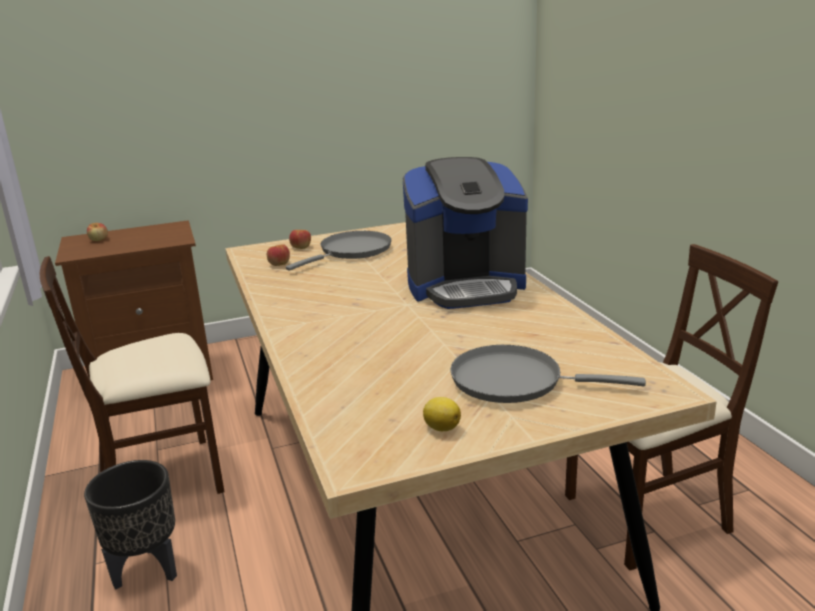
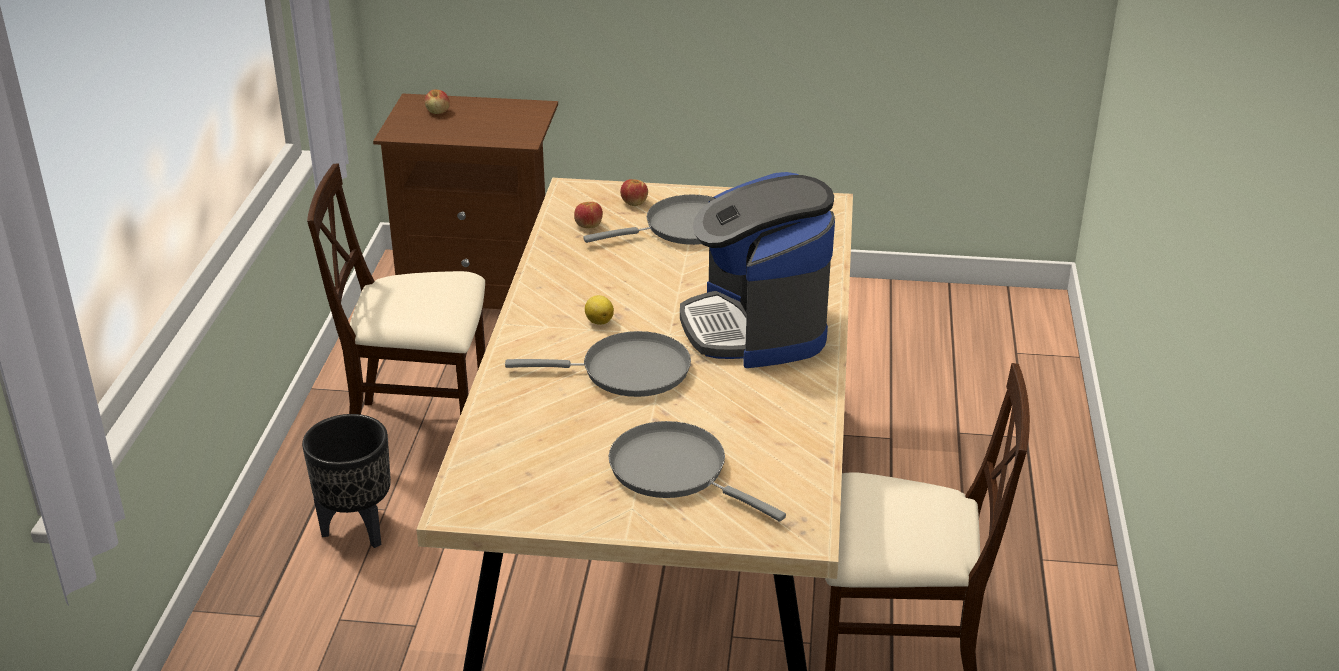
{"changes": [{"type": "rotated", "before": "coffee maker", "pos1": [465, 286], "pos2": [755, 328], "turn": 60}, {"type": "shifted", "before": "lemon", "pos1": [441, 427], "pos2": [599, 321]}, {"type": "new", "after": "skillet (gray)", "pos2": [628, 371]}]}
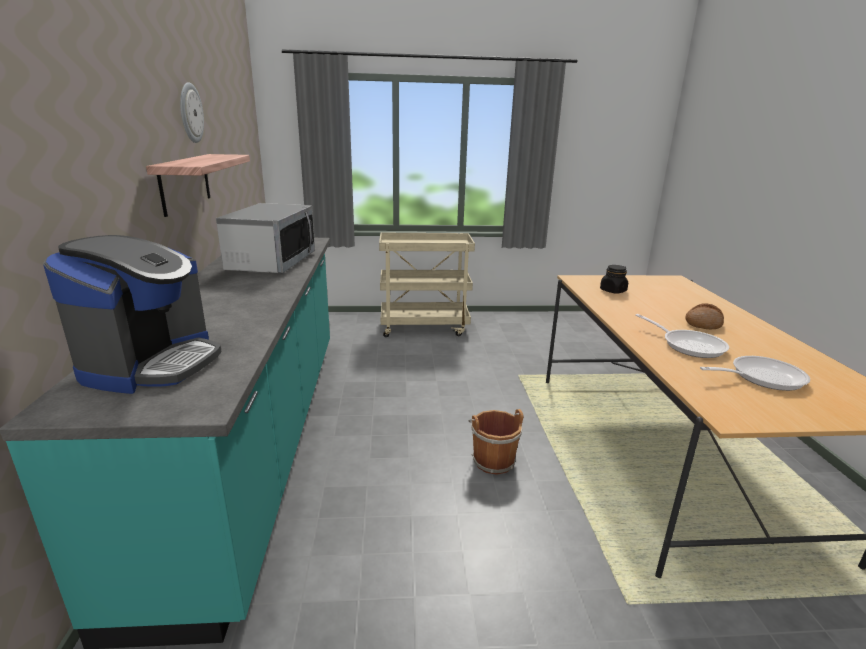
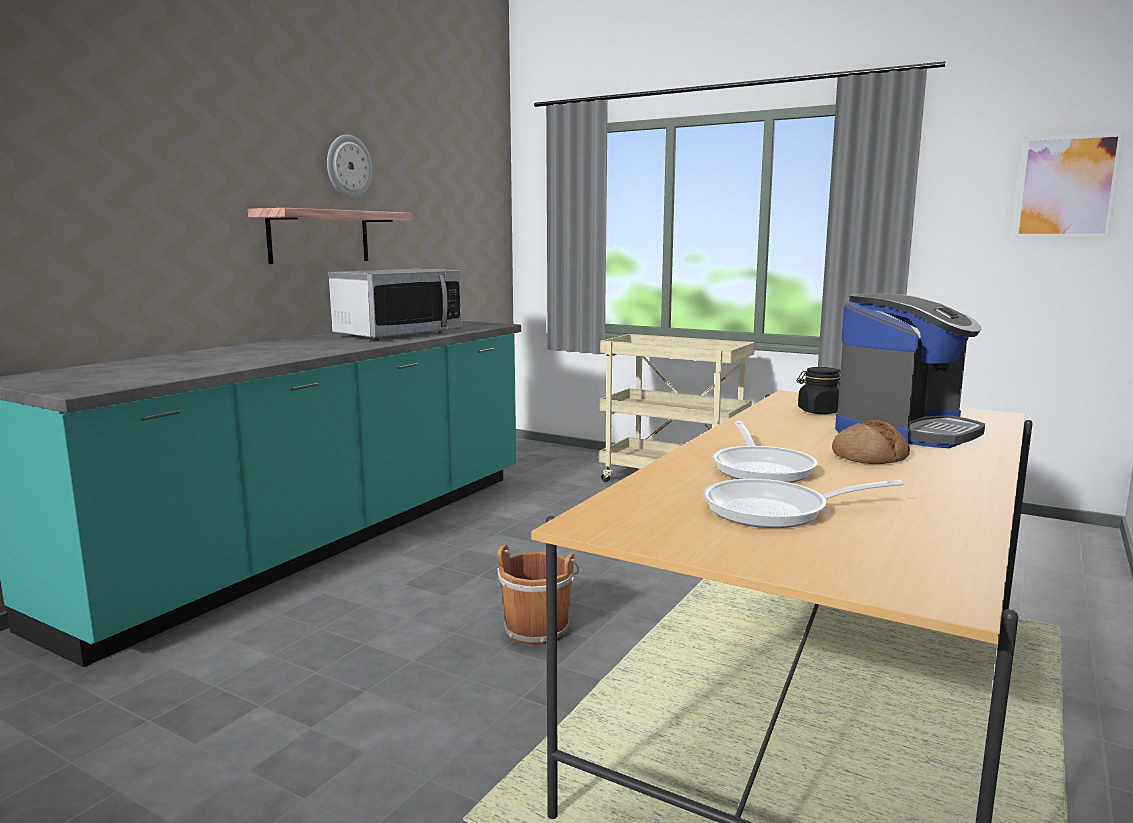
{"changes": [{"type": "shifted", "before": "coffee maker", "pos1": [152, 363], "pos2": [905, 431]}, {"type": "rotated", "before": "skillet", "pos1": [761, 377], "pos2": [776, 511], "turn": 150}, {"type": "new", "after": "wall art", "pos2": [1066, 187]}]}
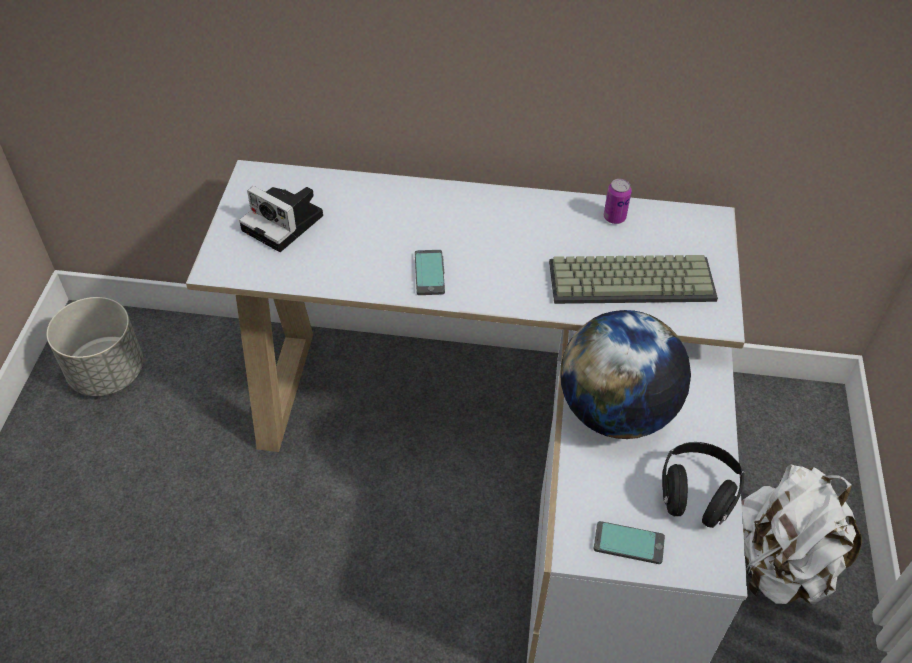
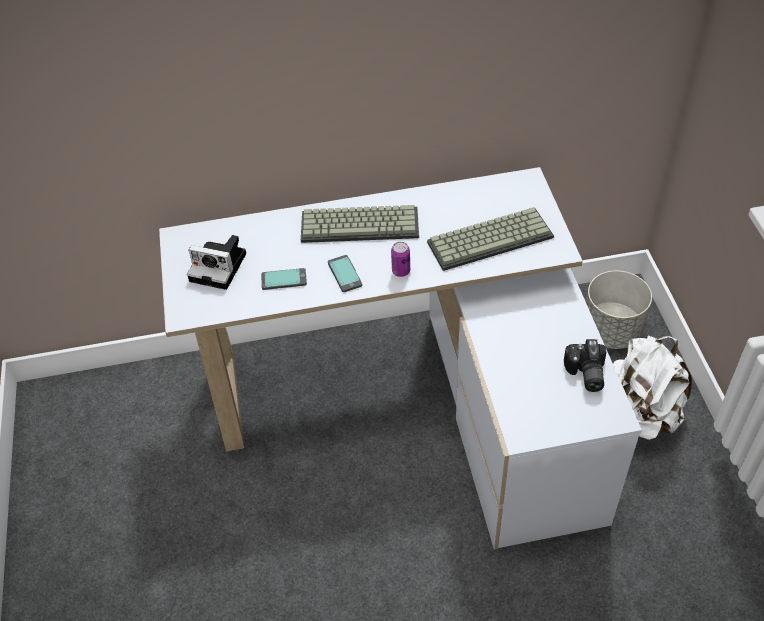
{"changes": [{"type": "shifted", "before": "can", "pos1": [614, 217], "pos2": [401, 271]}, {"type": "shifted", "before": "flower pot (gray)", "pos1": [107, 373], "pos2": [611, 331]}, {"type": "gone", "before": "desk globe", "pos1": [616, 412]}, {"type": "swapped", "before": "headset (black-coloured)", "after": "still camera", "pos1": [696, 494], "pos2": [585, 374]}, {"type": "shifted", "before": "handset", "pos1": [628, 543], "pos2": [284, 279]}, {"type": "new", "after": "keyboard", "pos2": [361, 224]}]}
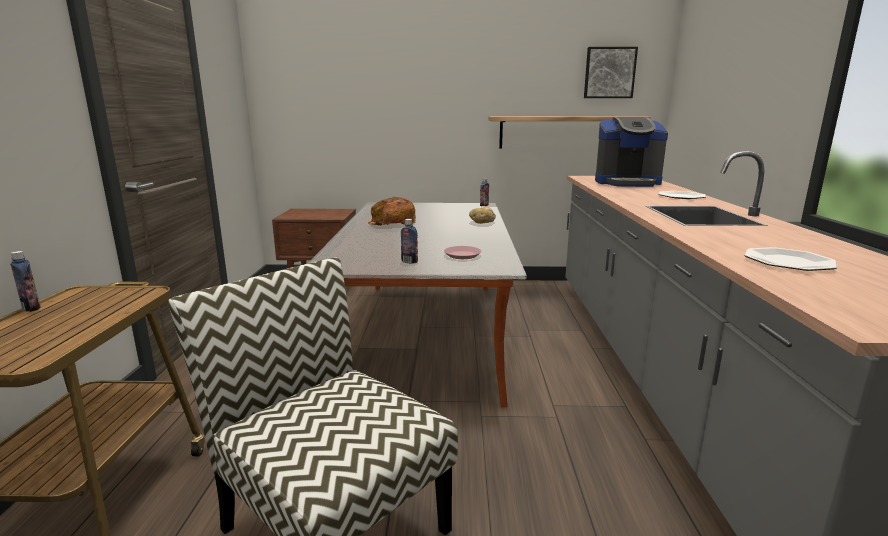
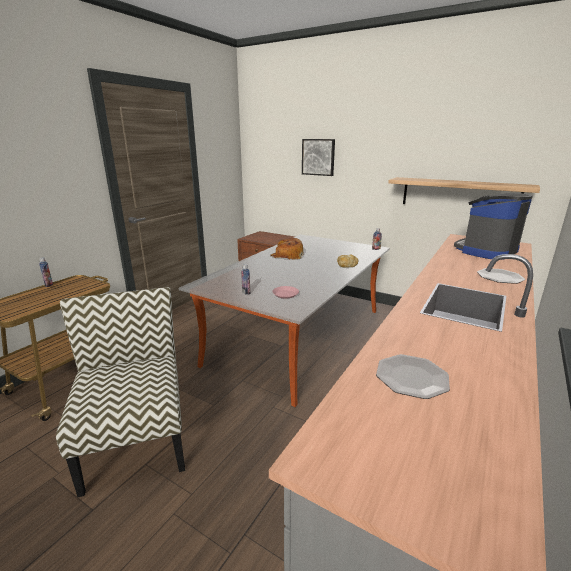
{"changes": [{"type": "shifted", "before": "wall art", "pos1": [609, 73], "pos2": [318, 157]}, {"type": "rotated", "before": "coffee maker", "pos1": [627, 183], "pos2": [486, 250], "turn": 105}]}
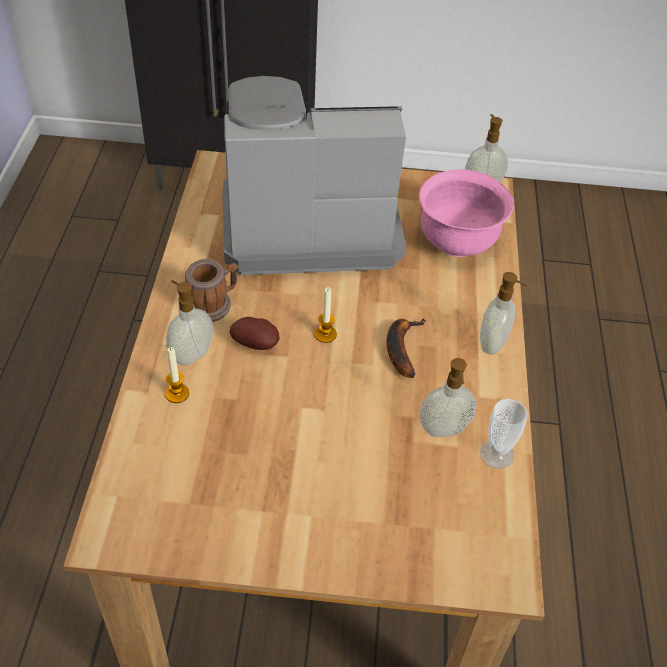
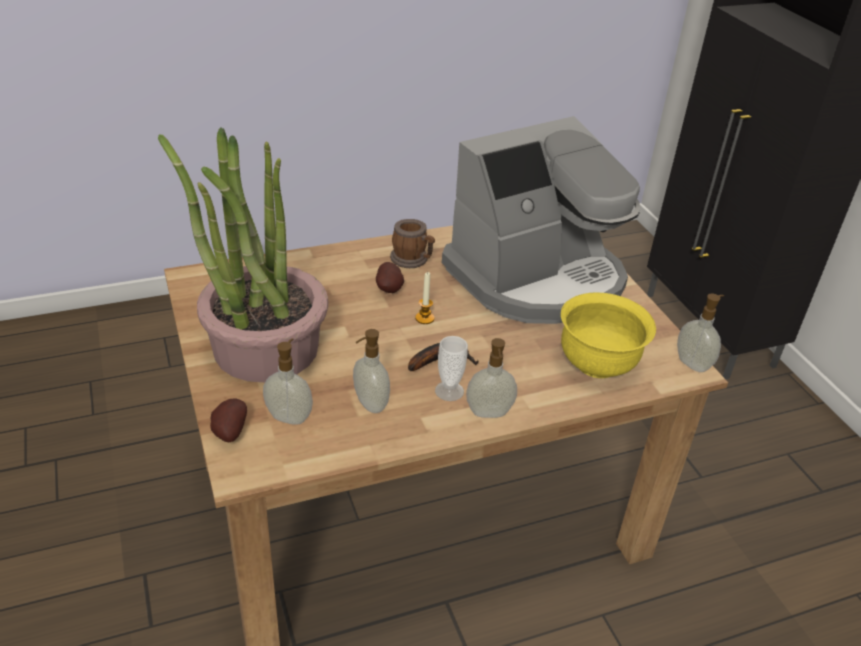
{"changes": [{"type": "rotated", "before": "coffee maker", "pos1": [307, 223], "pos2": [537, 278], "turn": 90}, {"type": "repainted", "before": "deep dish (pink)", "after": "deep dish (yellow)", "pos1": [457, 242], "pos2": [597, 365]}, {"type": "shifted", "before": "liquid soap bottle", "pos1": [191, 354], "pos2": [289, 416]}, {"type": "gone", "before": "candle", "pos1": [177, 393]}, {"type": "shifted", "before": "small cup", "pos1": [497, 454], "pos2": [449, 391]}, {"type": "new", "after": "plant in a pot", "pos2": [264, 347]}, {"type": "new", "after": "whole potato", "pos2": [228, 432]}]}
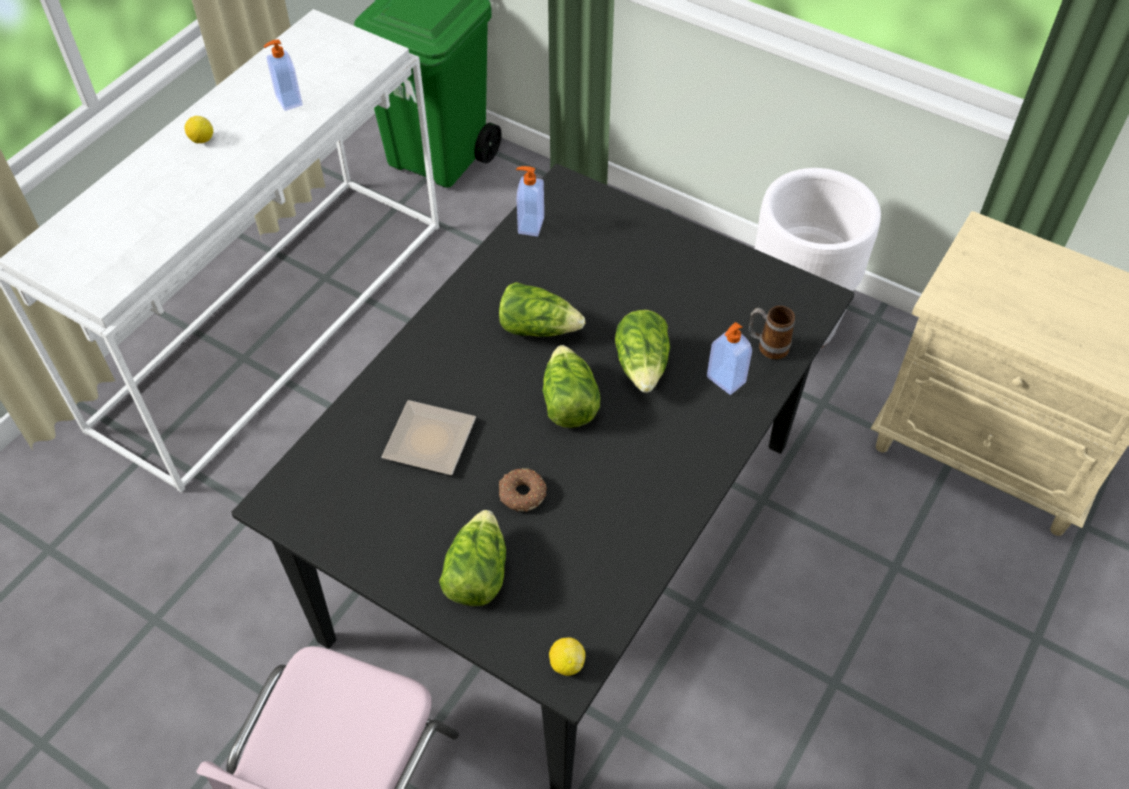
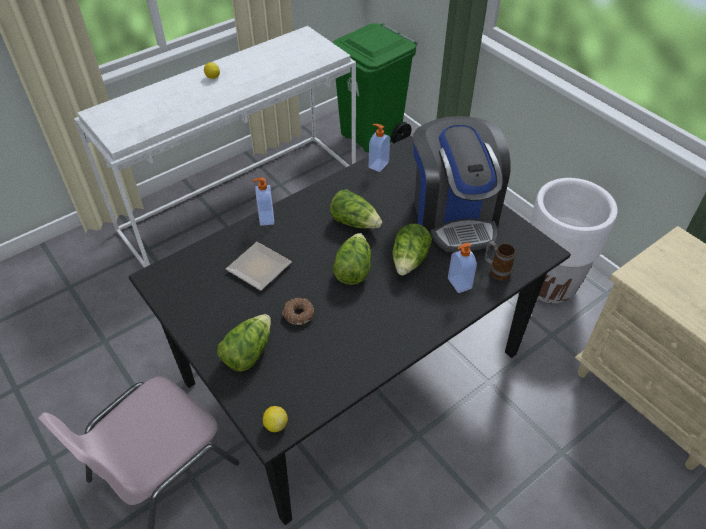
{"changes": [{"type": "shifted", "before": "liquid soap bottle", "pos1": [288, 101], "pos2": [266, 218]}, {"type": "new", "after": "coffee maker", "pos2": [454, 215]}]}
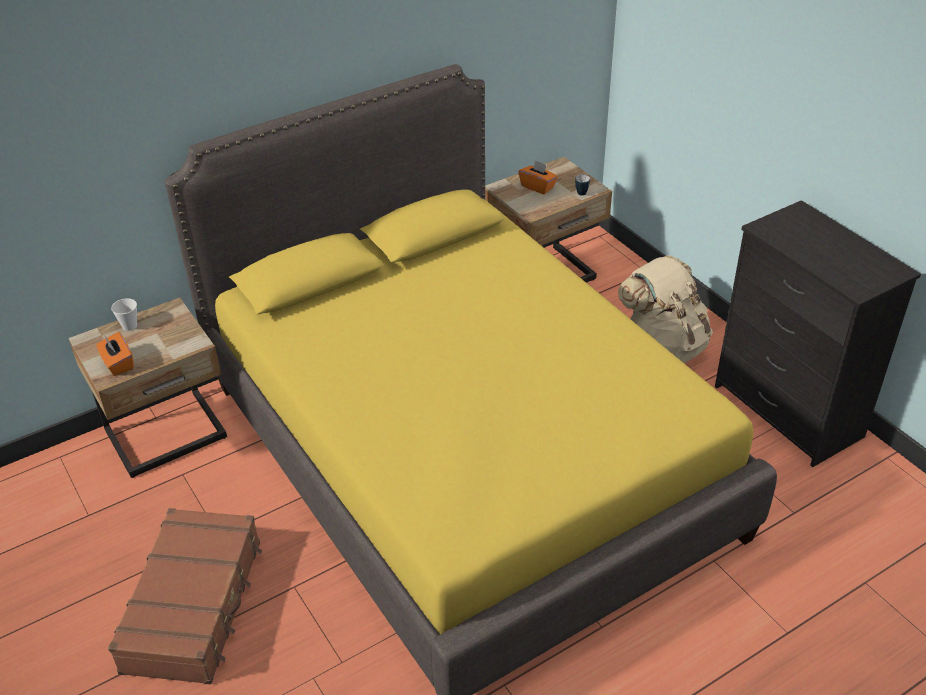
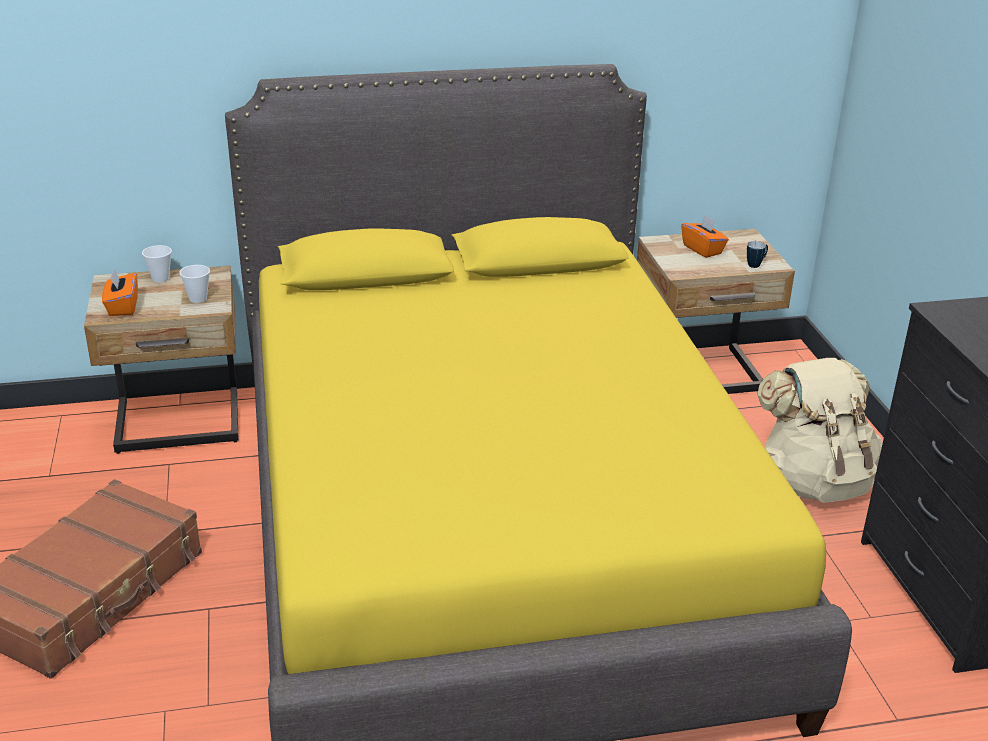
{"changes": [{"type": "new", "after": "small cup", "pos2": [198, 298]}]}
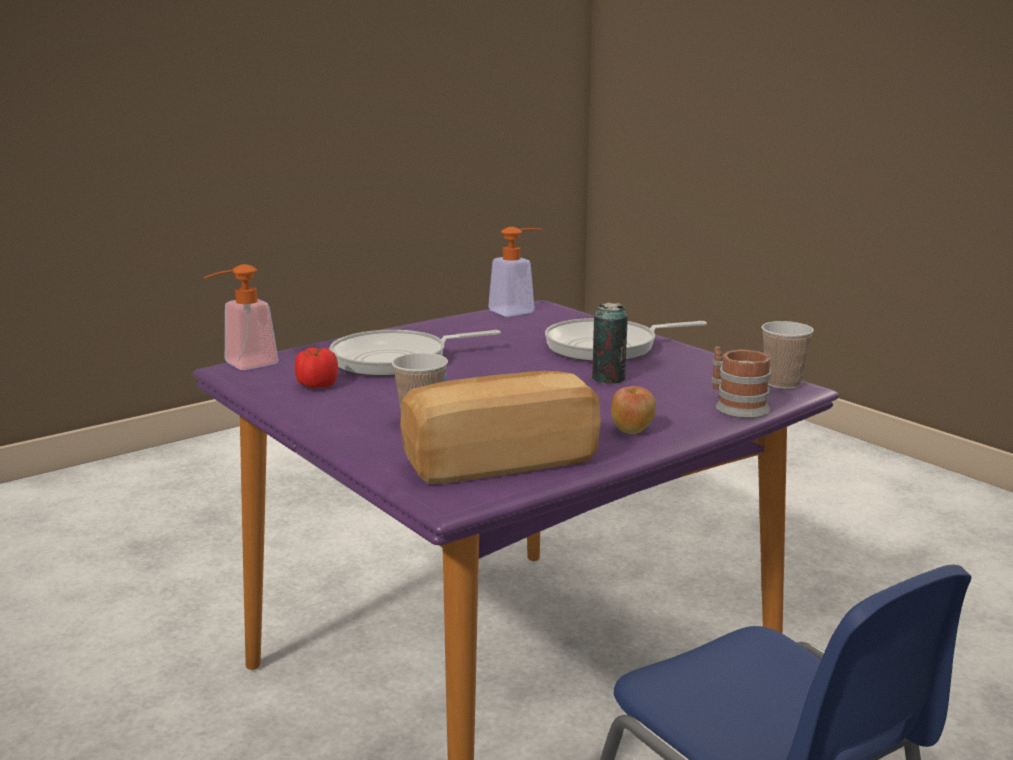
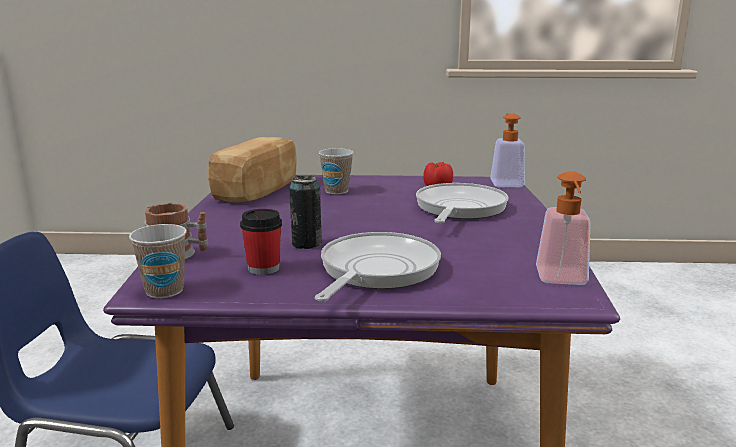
{"changes": [{"type": "gone", "before": "apple", "pos1": [632, 431]}, {"type": "new", "after": "small cup", "pos2": [263, 268]}]}
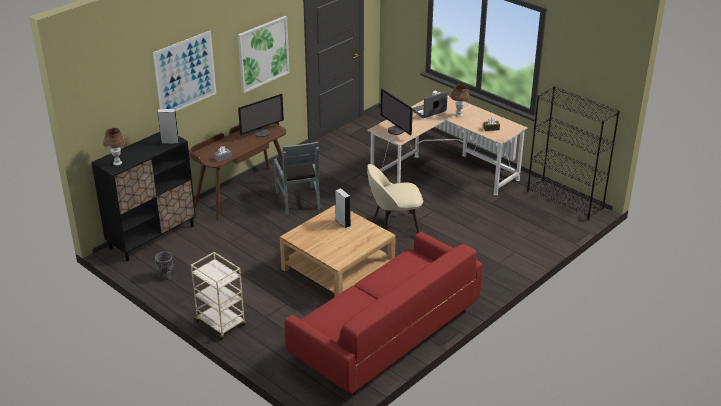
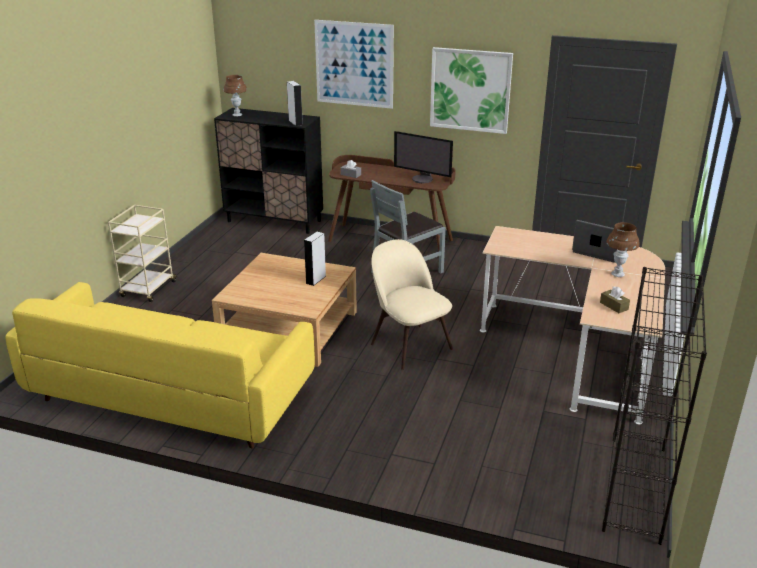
{"changes": [{"type": "gone", "before": "computer screen", "pos1": [396, 130]}, {"type": "repainted", "before": "sofa (red)", "after": "sofa (yellow)", "pos1": [384, 334], "pos2": [171, 394]}, {"type": "gone", "before": "flower pot (gray)", "pos1": [166, 275]}]}
